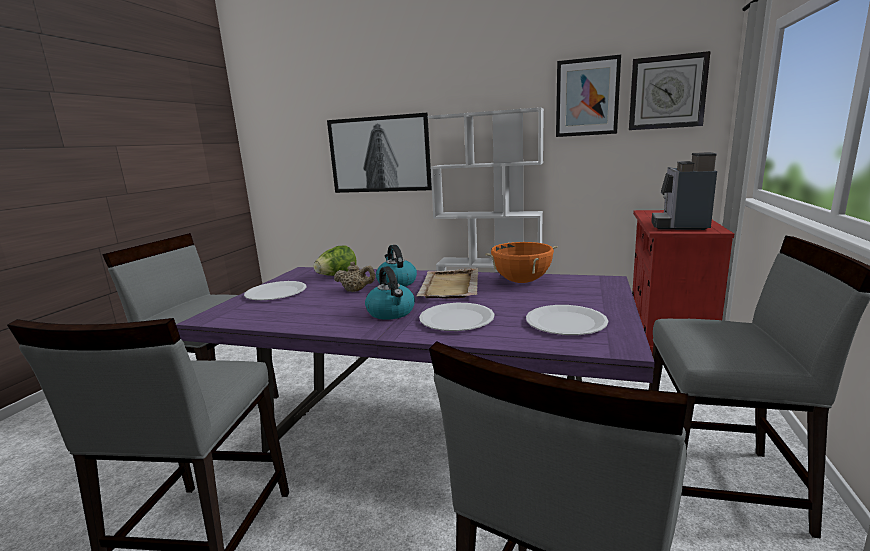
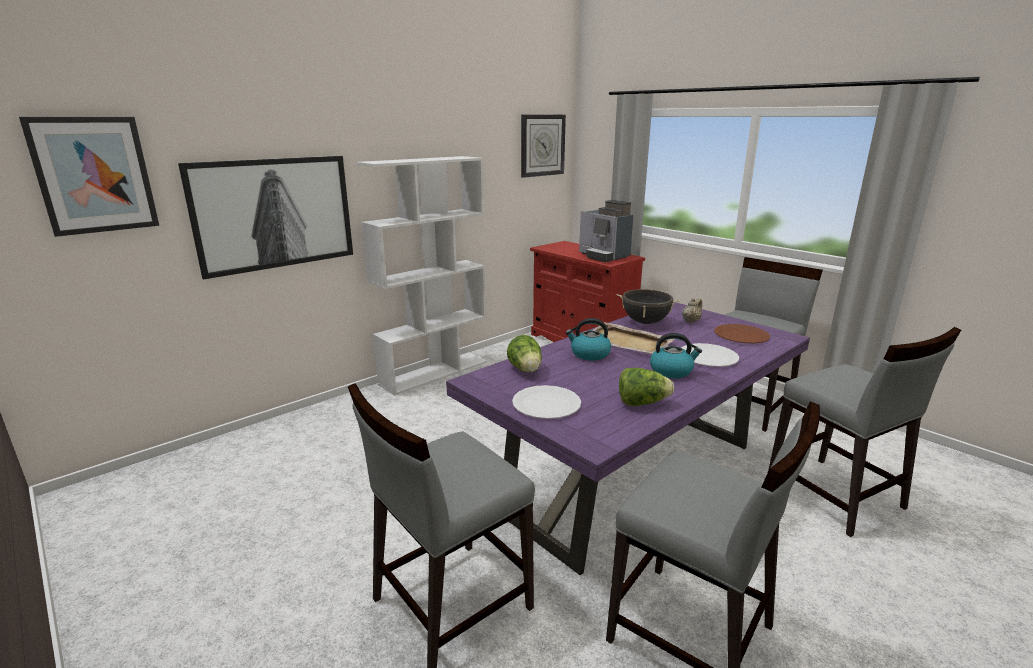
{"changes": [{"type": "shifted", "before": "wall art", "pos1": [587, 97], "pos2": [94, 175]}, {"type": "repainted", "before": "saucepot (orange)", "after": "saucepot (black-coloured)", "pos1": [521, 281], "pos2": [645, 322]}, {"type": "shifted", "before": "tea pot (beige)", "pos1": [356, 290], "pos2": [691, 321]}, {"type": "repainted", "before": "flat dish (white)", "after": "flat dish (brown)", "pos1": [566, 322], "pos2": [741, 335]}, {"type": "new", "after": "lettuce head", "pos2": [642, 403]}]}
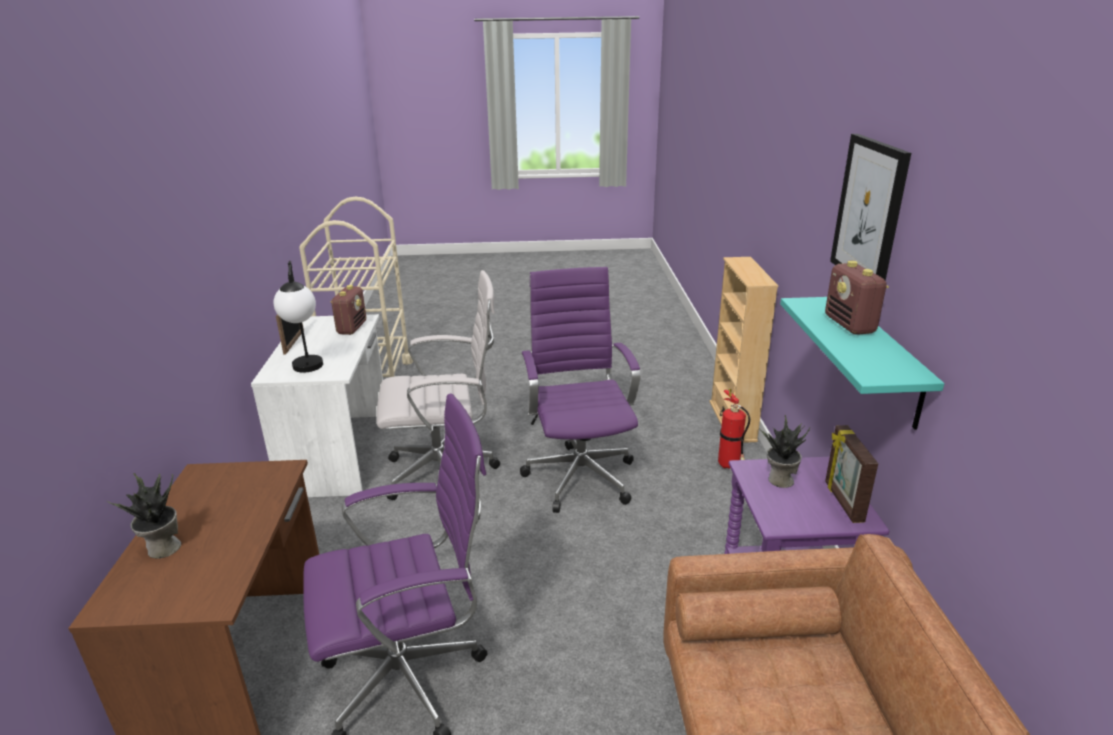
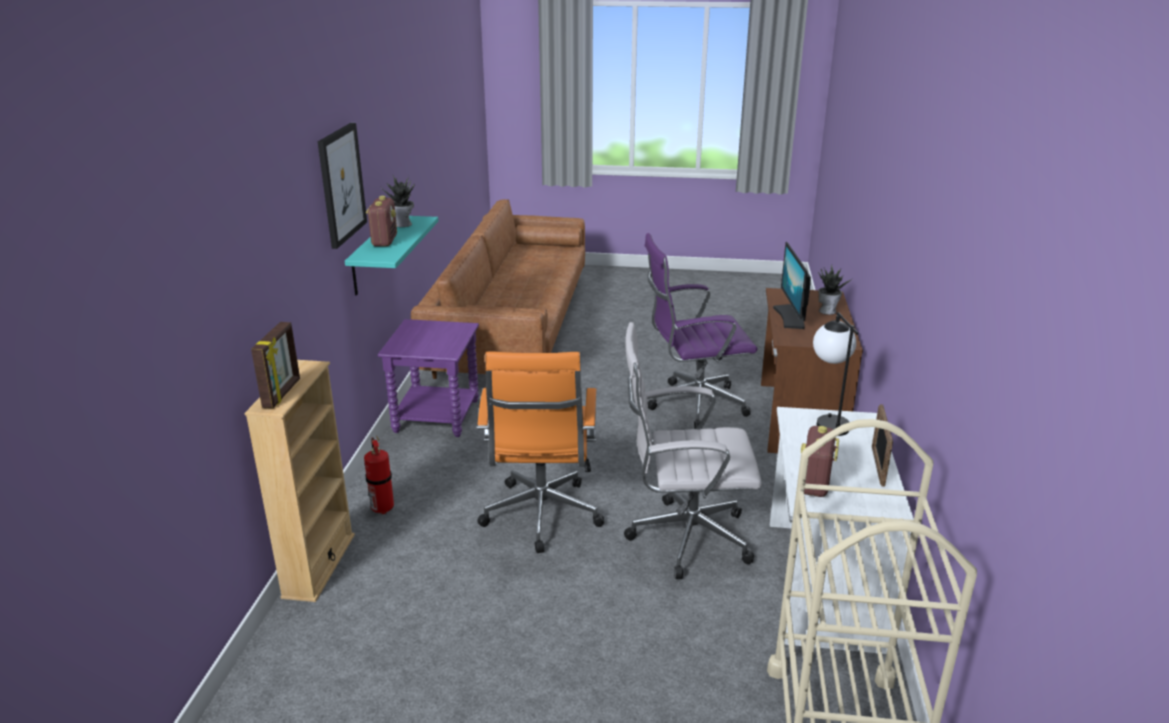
{"changes": [{"type": "repainted", "before": "computer chair (purplish)", "after": "computer chair (orange)", "pos1": [579, 475], "pos2": [541, 518]}, {"type": "shifted", "before": "plant in a pot", "pos1": [779, 480], "pos2": [404, 224]}, {"type": "shifted", "before": "photo frame", "pos1": [842, 502], "pos2": [282, 393]}, {"type": "new", "after": "computer screen", "pos2": [791, 317]}]}
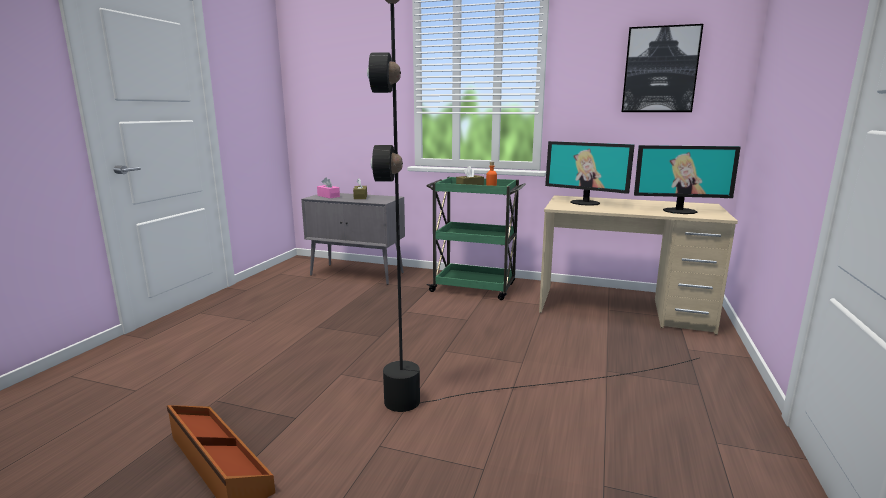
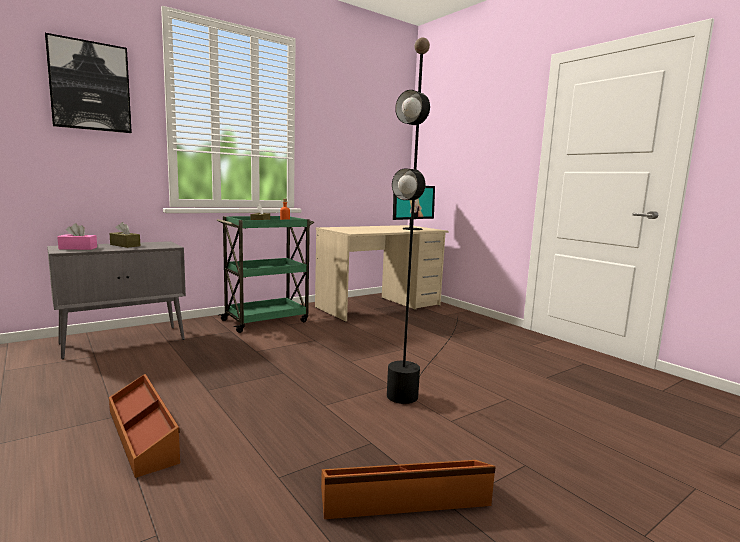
{"changes": [{"type": "shifted", "before": "wall art", "pos1": [660, 70], "pos2": [90, 86]}, {"type": "gone", "before": "computer screen", "pos1": [585, 202]}, {"type": "new", "after": "storage box (brown)", "pos2": [144, 434]}]}
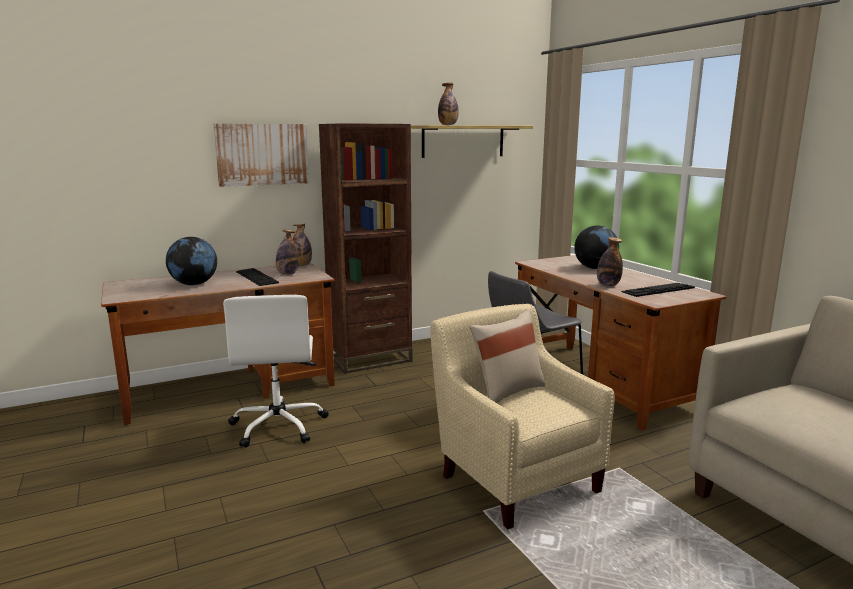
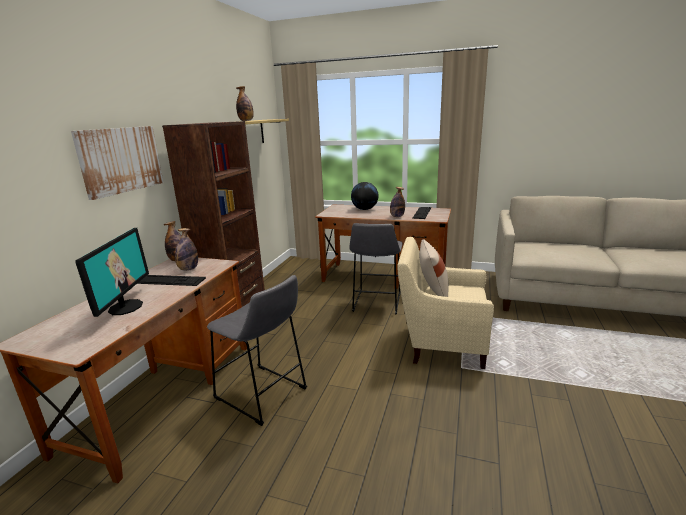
{"changes": [{"type": "swapped", "before": "desk globe", "after": "computer screen", "pos1": [194, 284], "pos2": [125, 307]}, {"type": "swapped", "before": "computer chair (white)", "after": "sitting stool (gray)", "pos1": [278, 425], "pos2": [263, 395]}]}
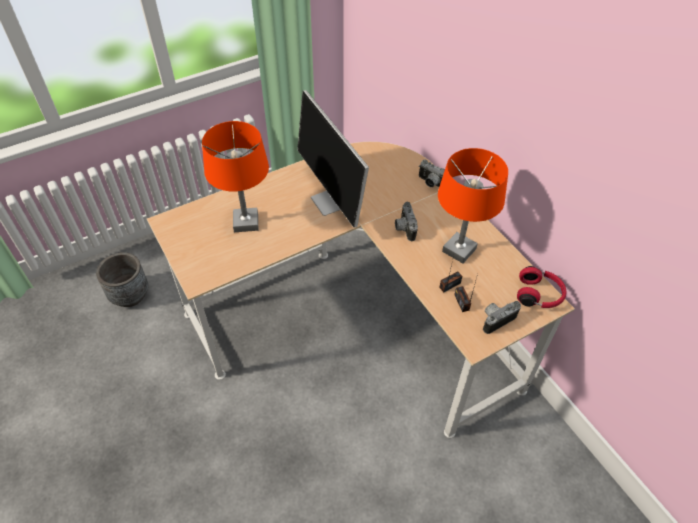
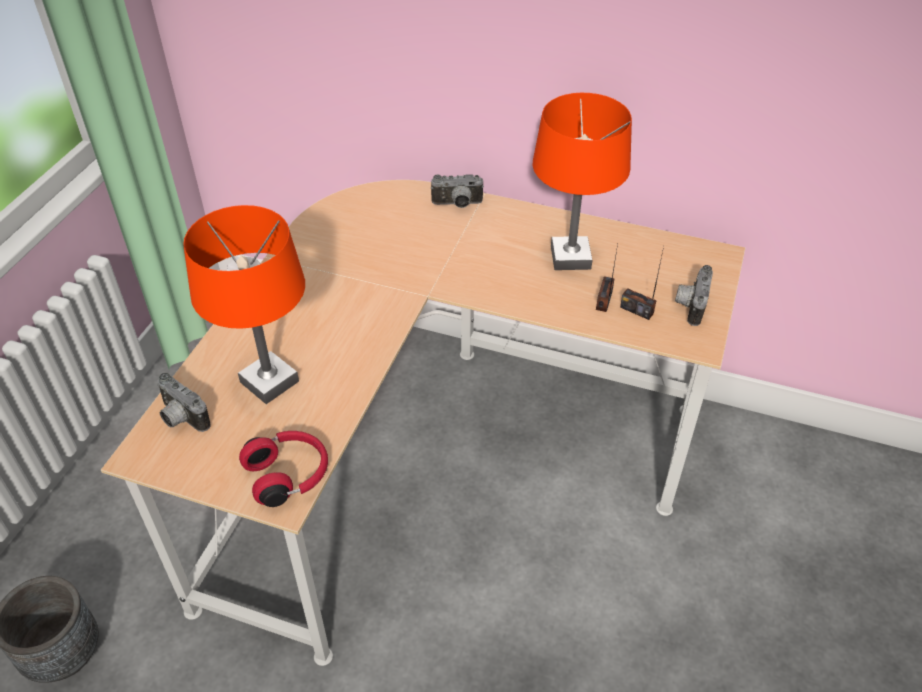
{"changes": [{"type": "gone", "before": "computer screen", "pos1": [332, 202]}, {"type": "shifted", "before": "still camera", "pos1": [403, 228], "pos2": [180, 418]}, {"type": "shifted", "before": "headset (red)", "pos1": [539, 295], "pos2": [289, 475]}]}
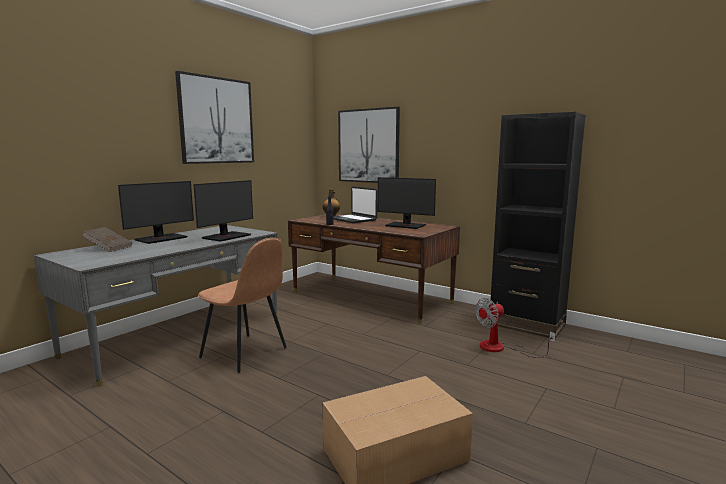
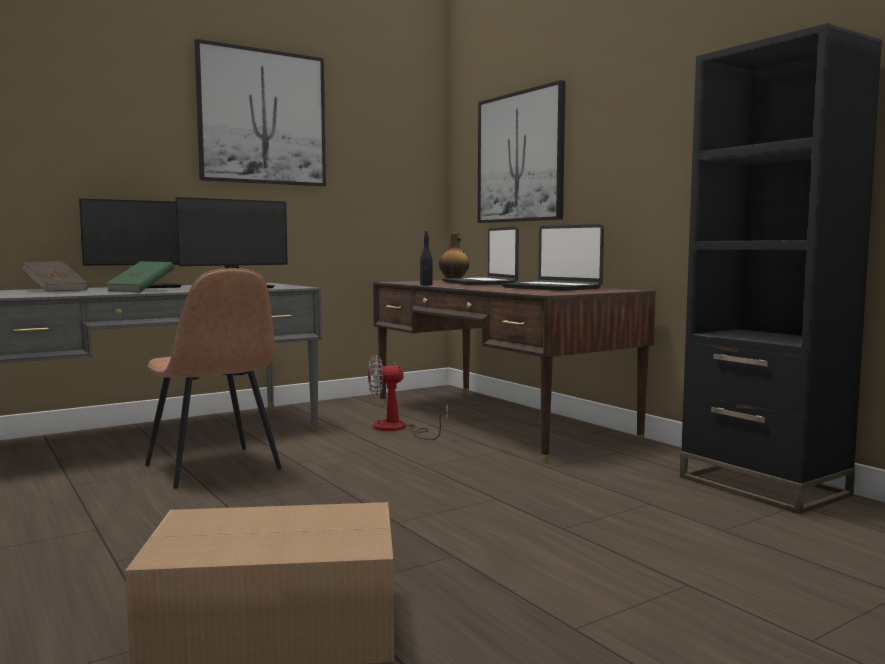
{"changes": [{"type": "swapped", "before": "computer screen", "after": "laptop", "pos1": [405, 225], "pos2": [552, 288]}, {"type": "shifted", "before": "fan", "pos1": [501, 348], "pos2": [398, 429]}, {"type": "new", "after": "bound book (green)", "pos2": [141, 290]}]}
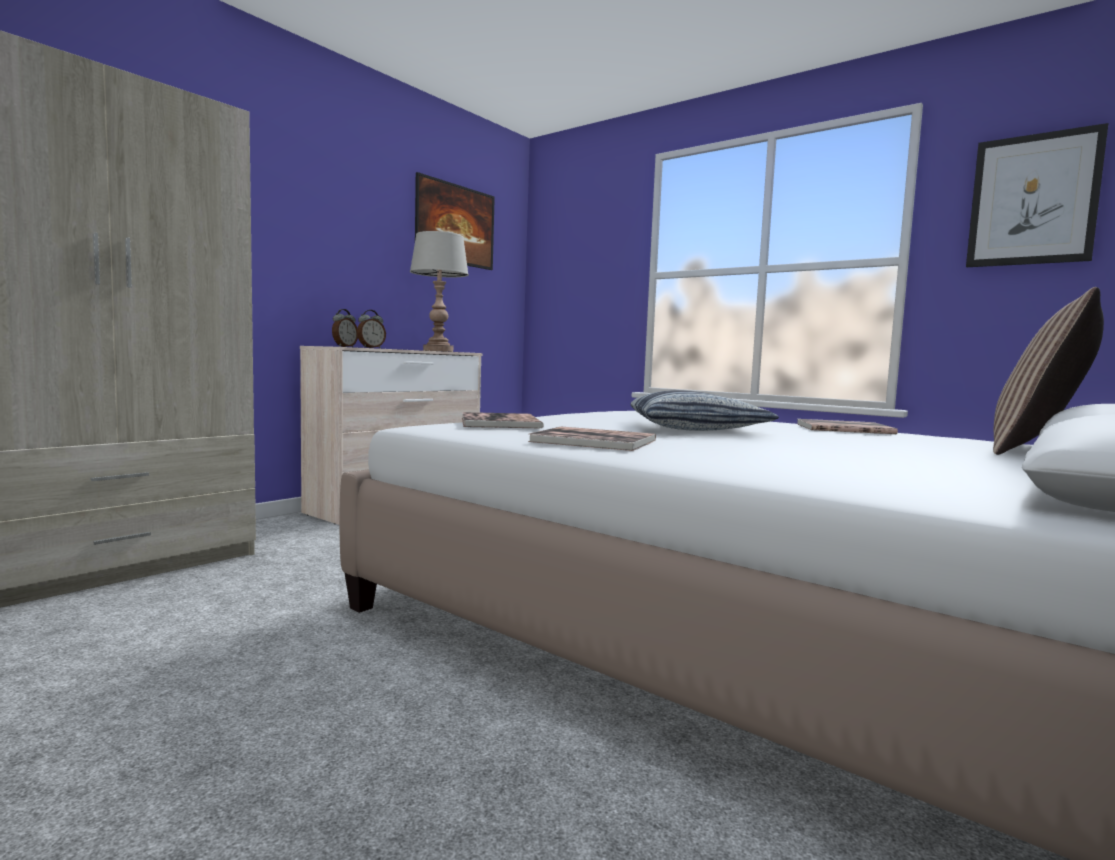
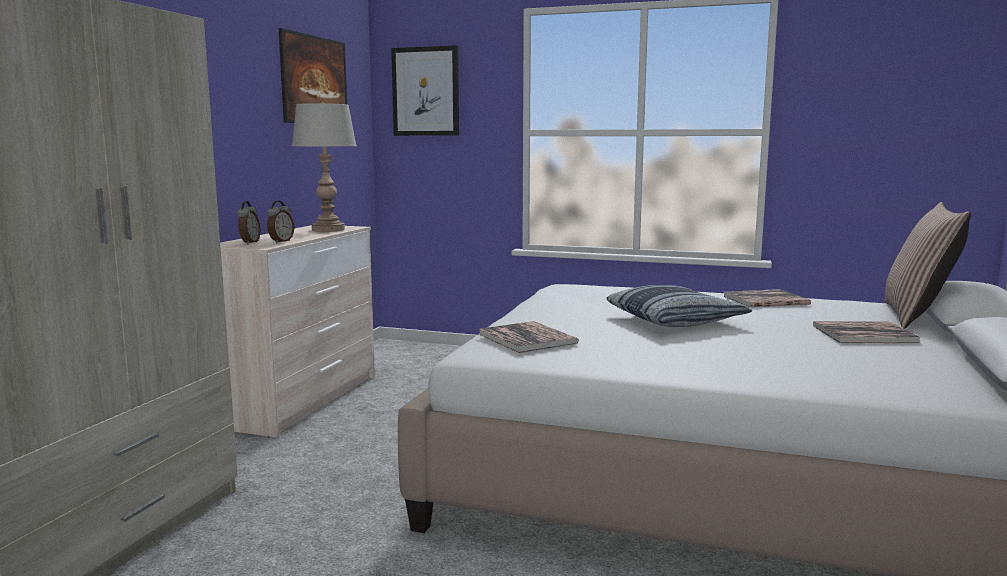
{"changes": [{"type": "shifted", "before": "wall art", "pos1": [1033, 200], "pos2": [426, 91]}, {"type": "shifted", "before": "bound book", "pos1": [594, 441], "pos2": [864, 334]}]}
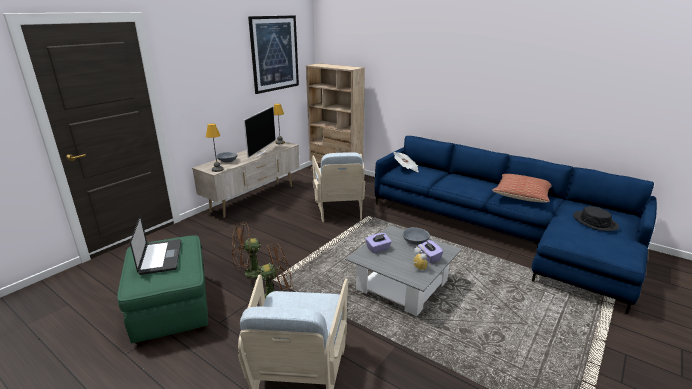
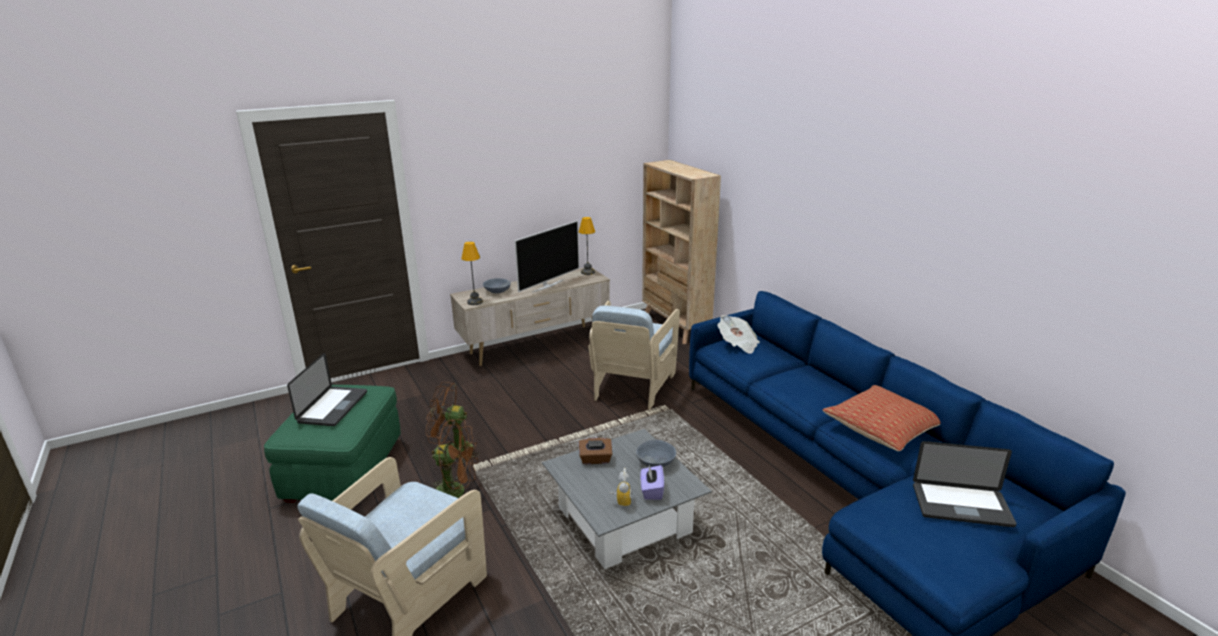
{"changes": [{"type": "gone", "before": "wall art", "pos1": [275, 53]}, {"type": "swapped", "before": "wearable hat (black-coloured)", "after": "laptop", "pos1": [594, 222], "pos2": [961, 505]}, {"type": "repainted", "before": "tissue holder (purplish)", "after": "tissue holder (brown)", "pos1": [378, 249], "pos2": [595, 459]}]}
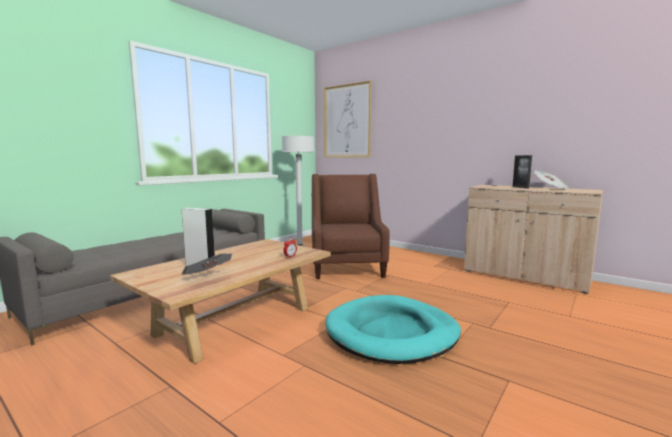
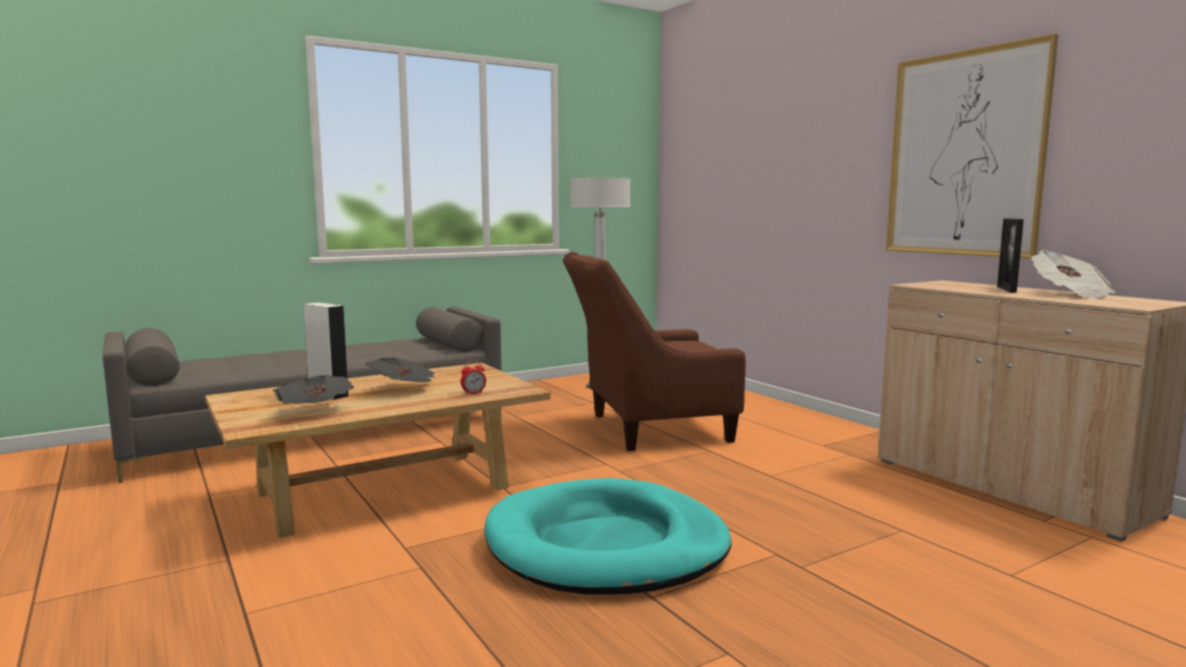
{"changes": [{"type": "shifted", "before": "wall art", "pos1": [347, 121], "pos2": [964, 154]}, {"type": "rotated", "before": "lounge chair (brown)", "pos1": [347, 267], "pos2": [648, 429], "turn": -120}, {"type": "new", "after": "printed paper", "pos2": [404, 389]}]}
